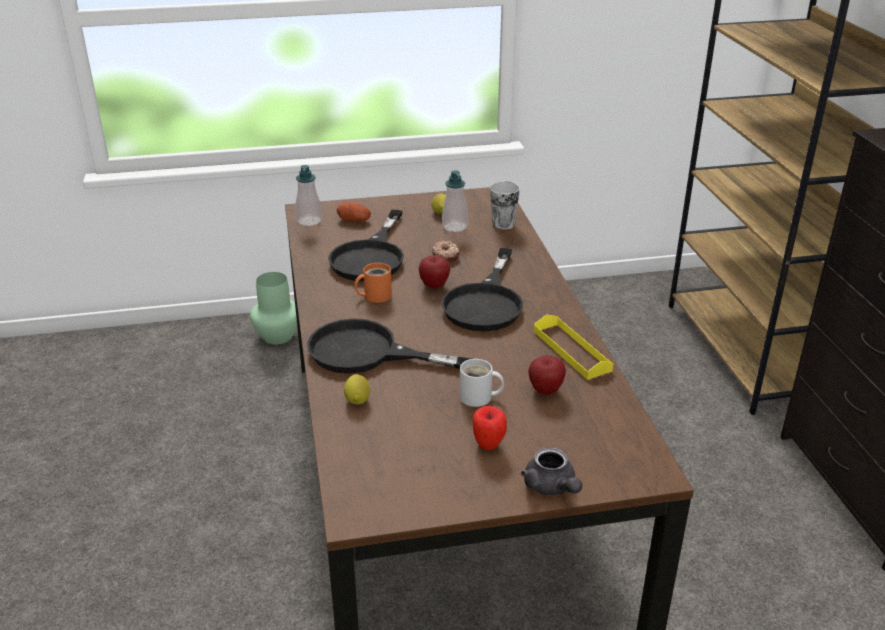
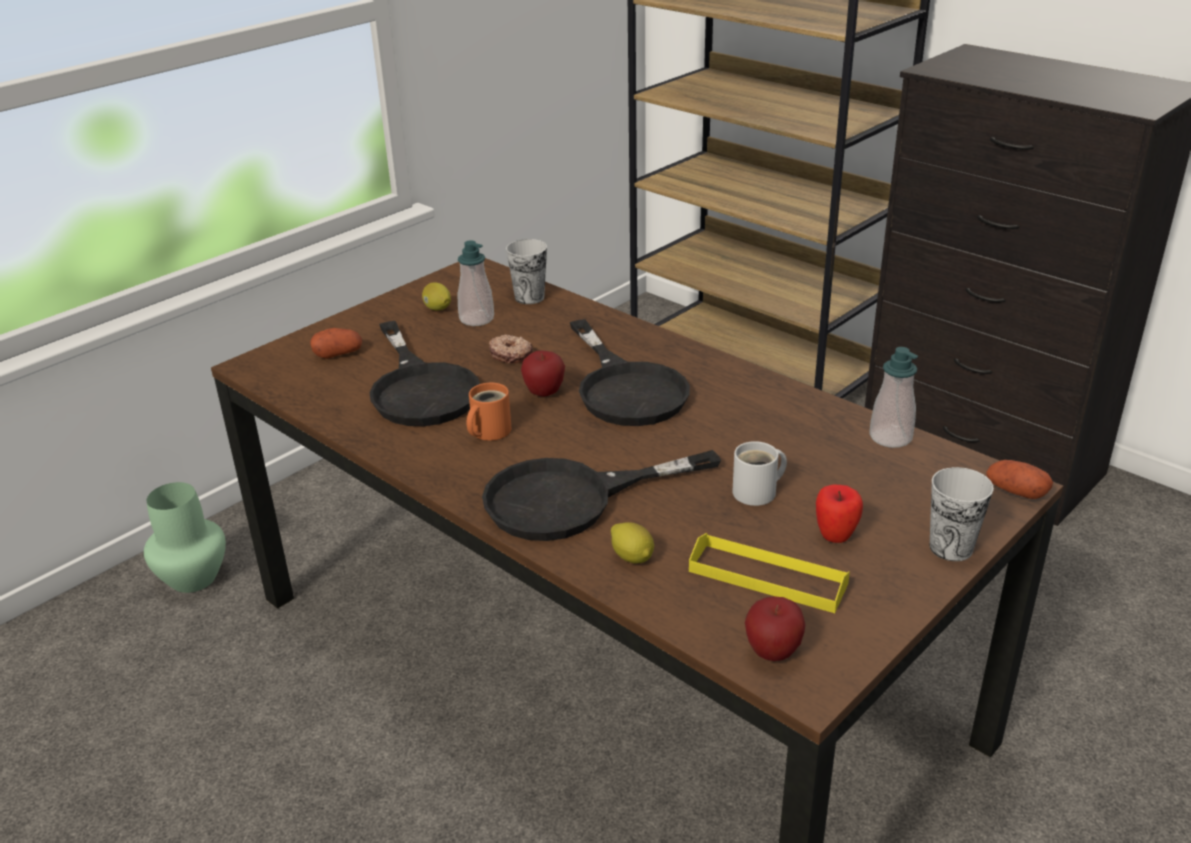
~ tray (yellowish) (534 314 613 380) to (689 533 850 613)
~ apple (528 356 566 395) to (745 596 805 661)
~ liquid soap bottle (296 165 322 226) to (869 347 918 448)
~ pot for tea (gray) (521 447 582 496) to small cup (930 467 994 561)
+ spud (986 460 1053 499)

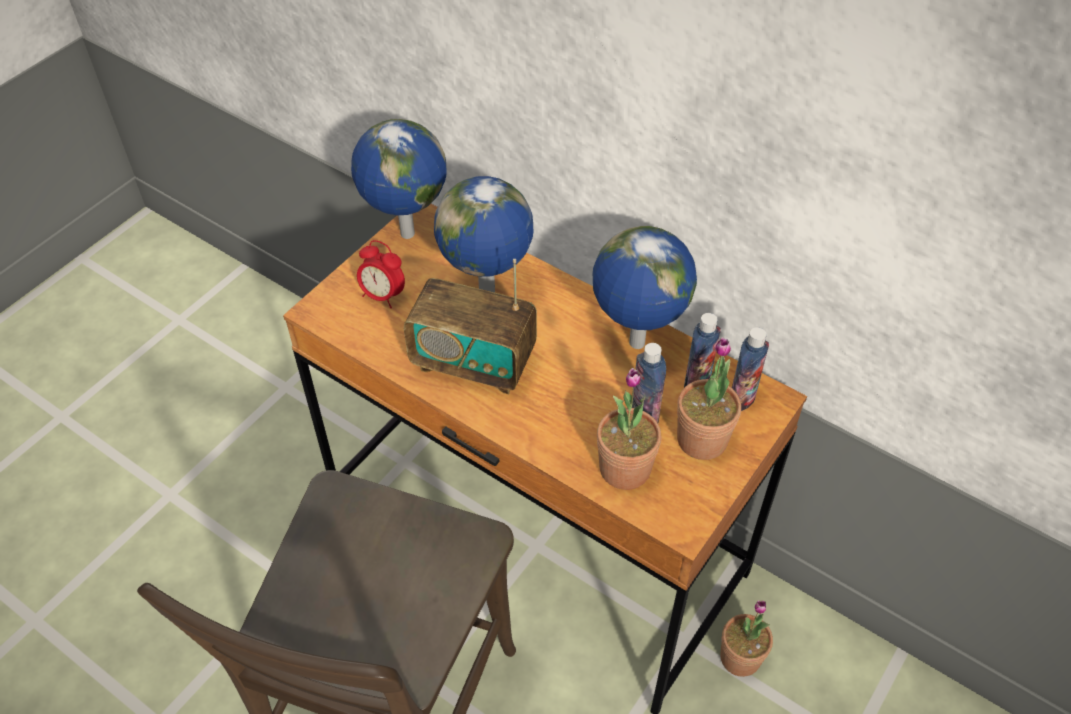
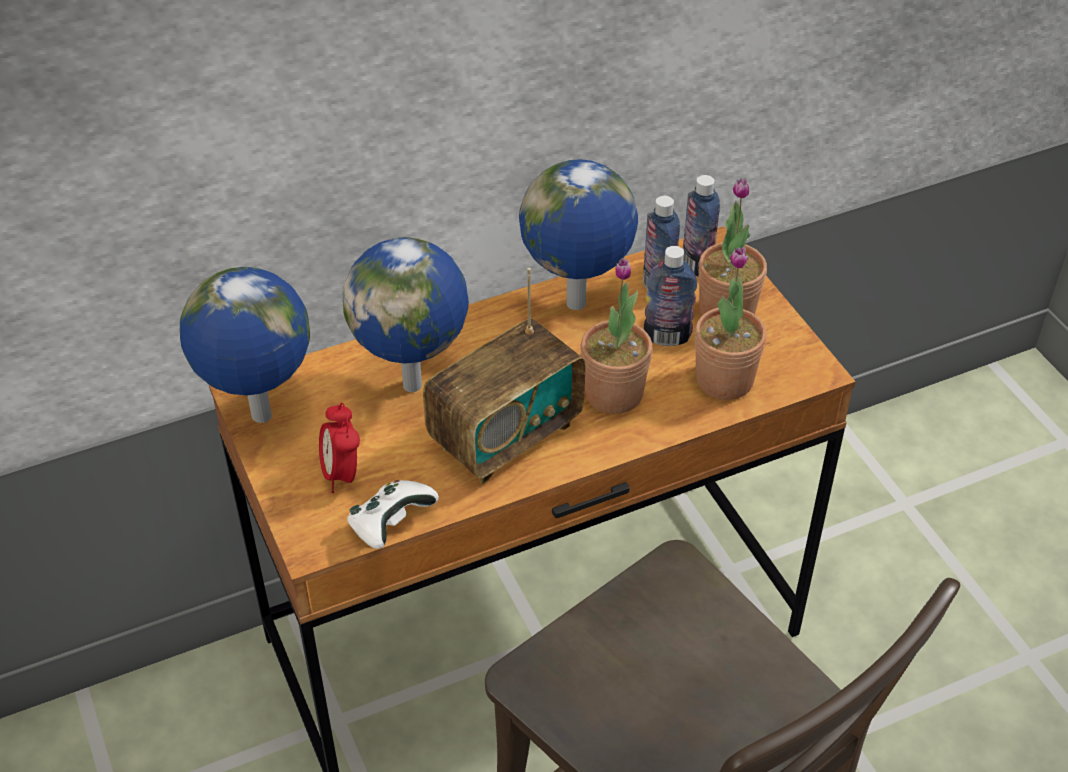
~ alarm clock (357 240 405 308) = (319 403 360 493) 105 degrees clockwise
+ gamepad (whitish) (347 480 439 549)
~ plant in a pot (720 600 773 677) to (580 258 653 414)

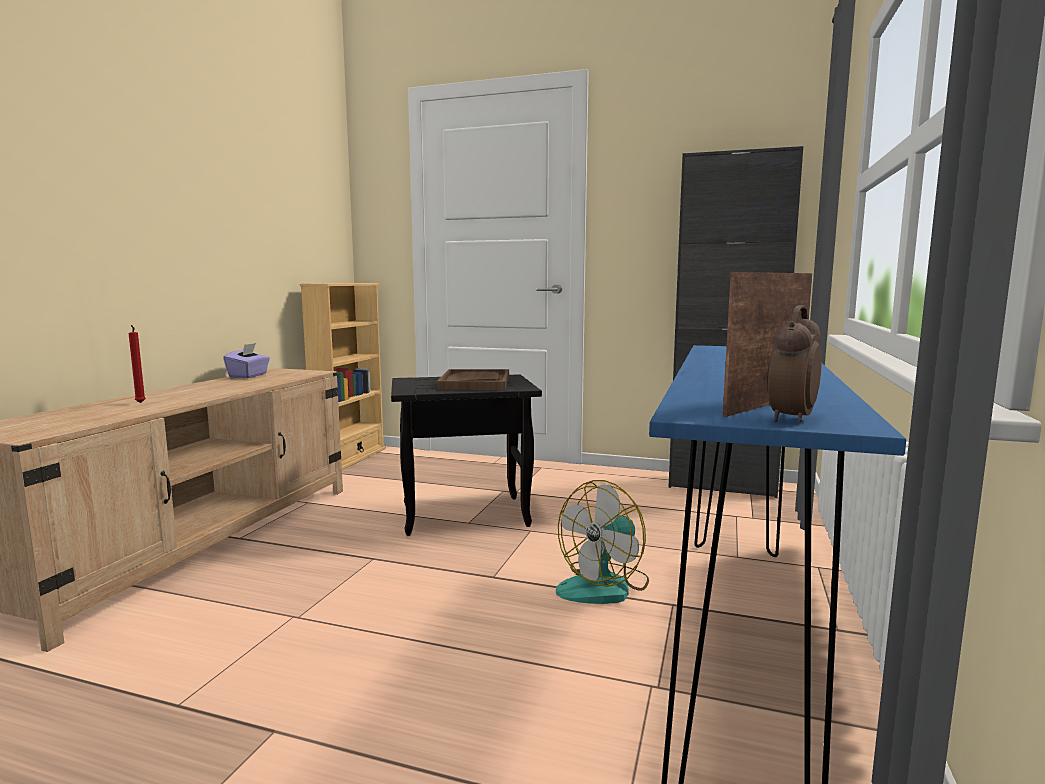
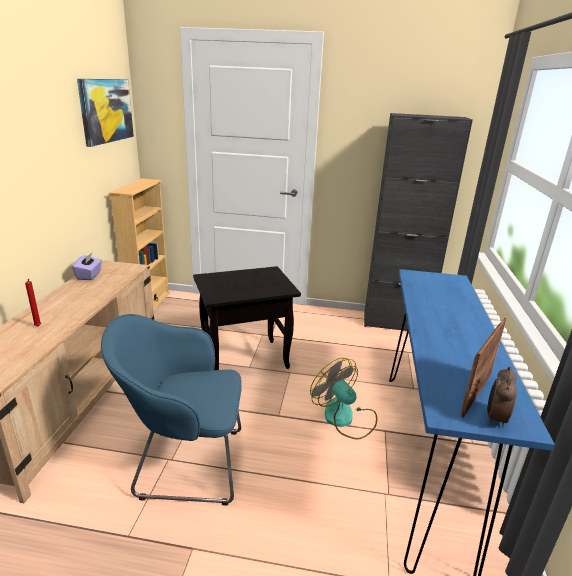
+ wall picture (77 79 134 147)
+ armchair (bluish) (101 314 242 506)
~ fan (556 480 649 604) = (310 358 377 439) 105 degrees clockwise
- tray (brown-coloured) (437 369 509 390)

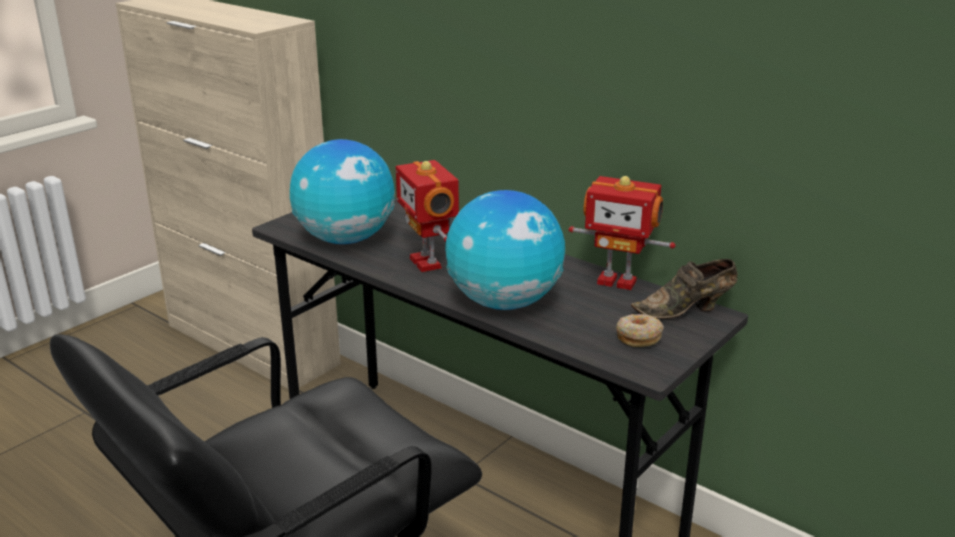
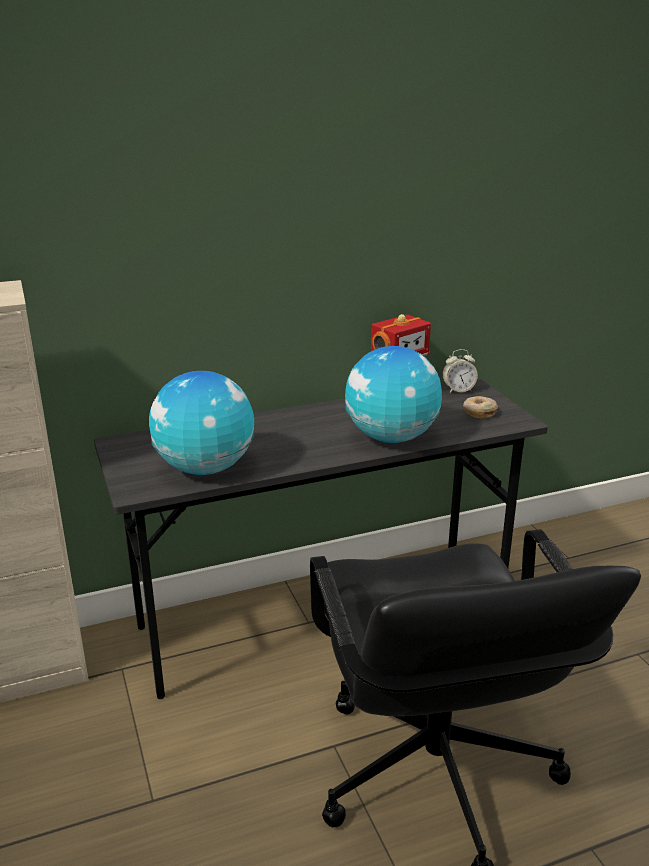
~ shoe (brown-coloured) (631 259 737 319) to alarm clock (442 349 478 393)
- toy robot (396 160 459 272)

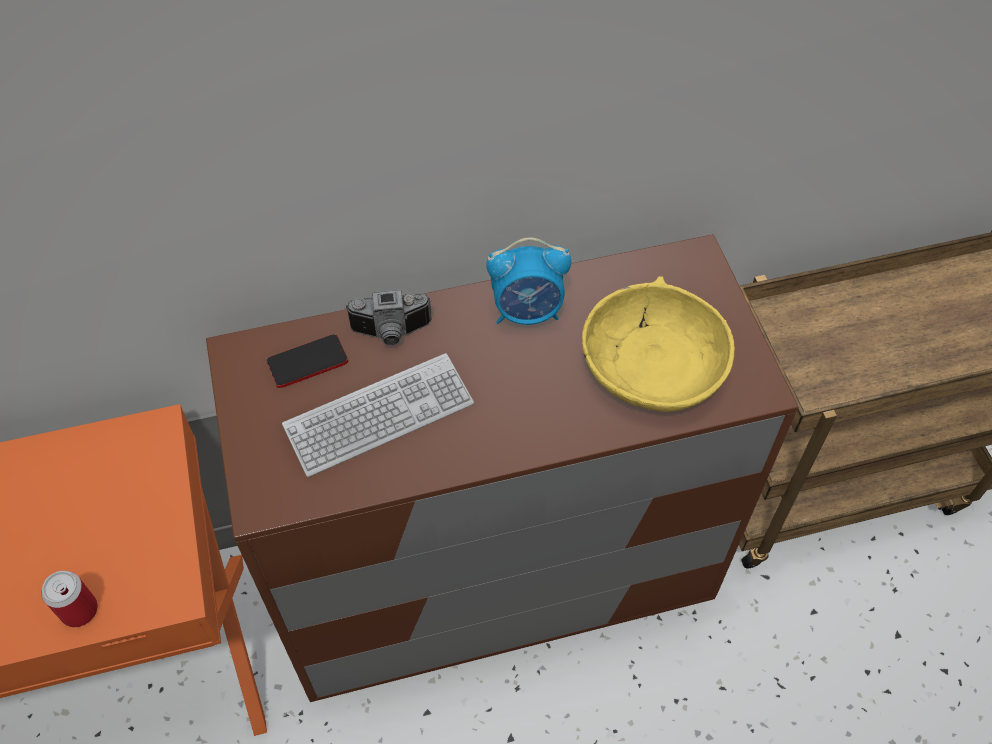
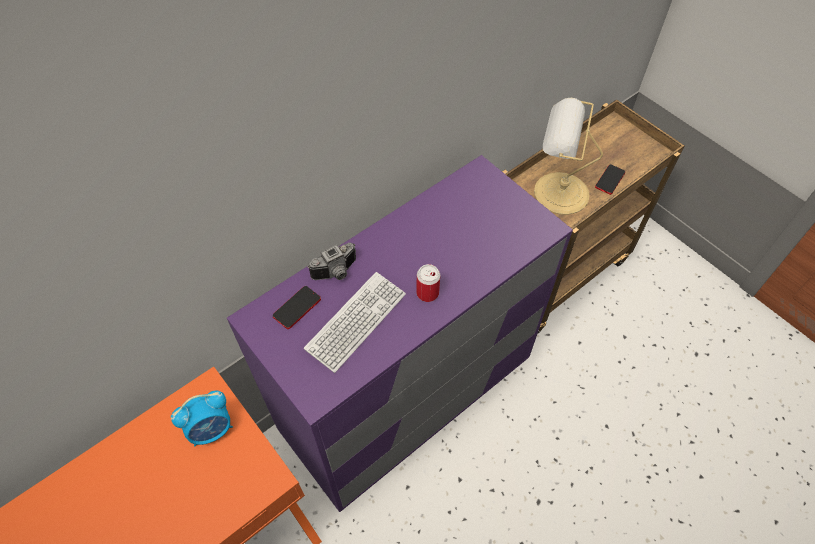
~ alarm clock (486 237 571 325) to (171 390 233 446)
~ chest of drawers (brown-coloured) (206 234 798 702) to chest of drawers (purplish) (227 155 573 512)
~ can (42 571 98 627) to (416 264 440 302)
+ lamp for a table (534 98 603 215)
+ telephone (595 164 625 195)
- serving bowl (yellowish) (582 276 735 412)

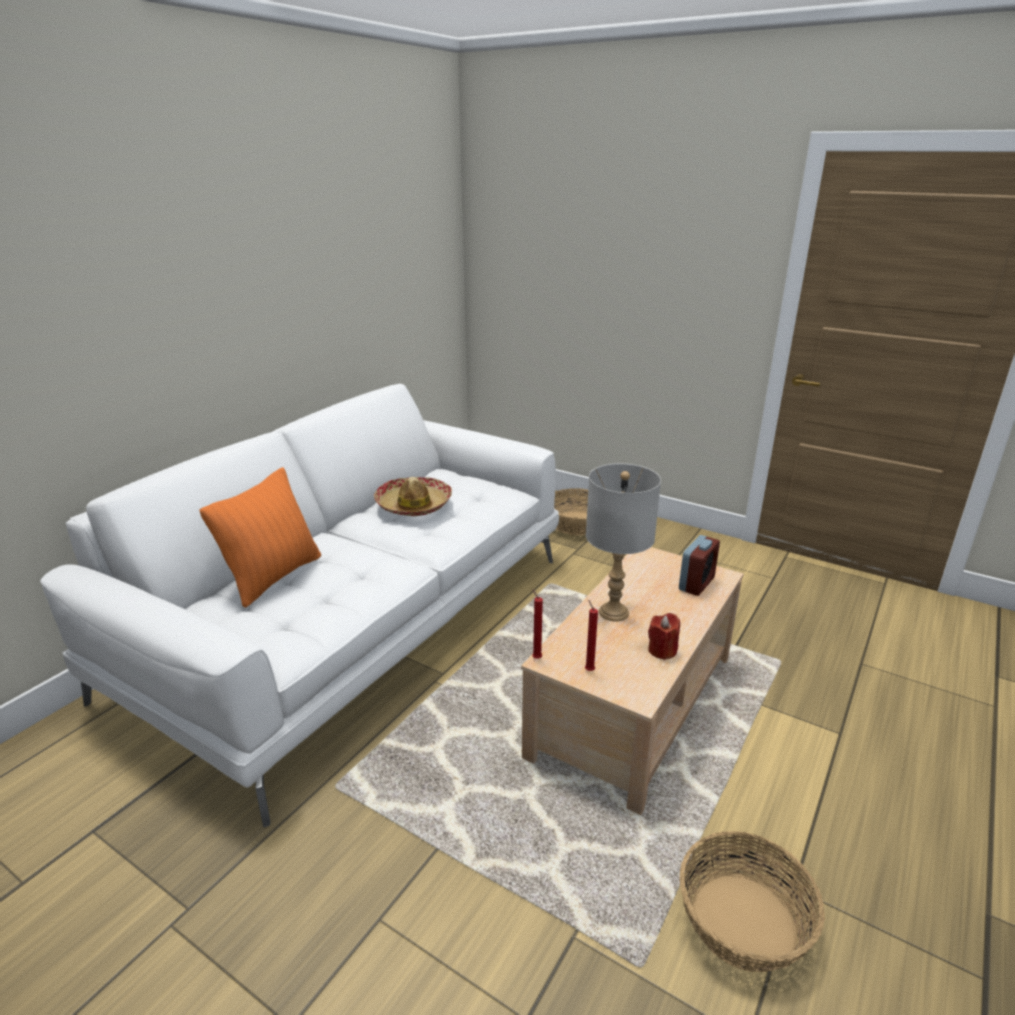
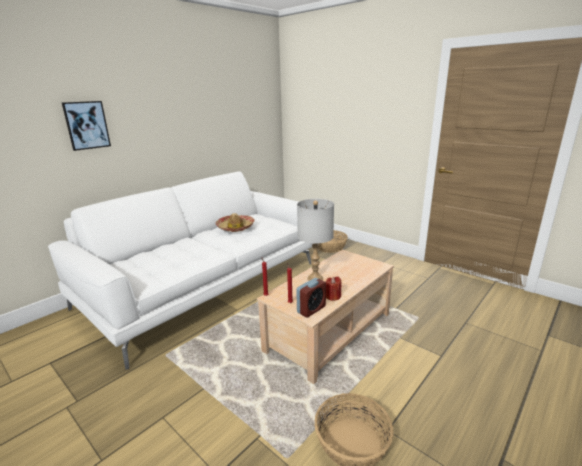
+ wall picture (62 101 111 151)
~ alarm clock (679 535 720 596) to (296 278 326 317)
- throw pillow (orangey) (199 467 321 608)

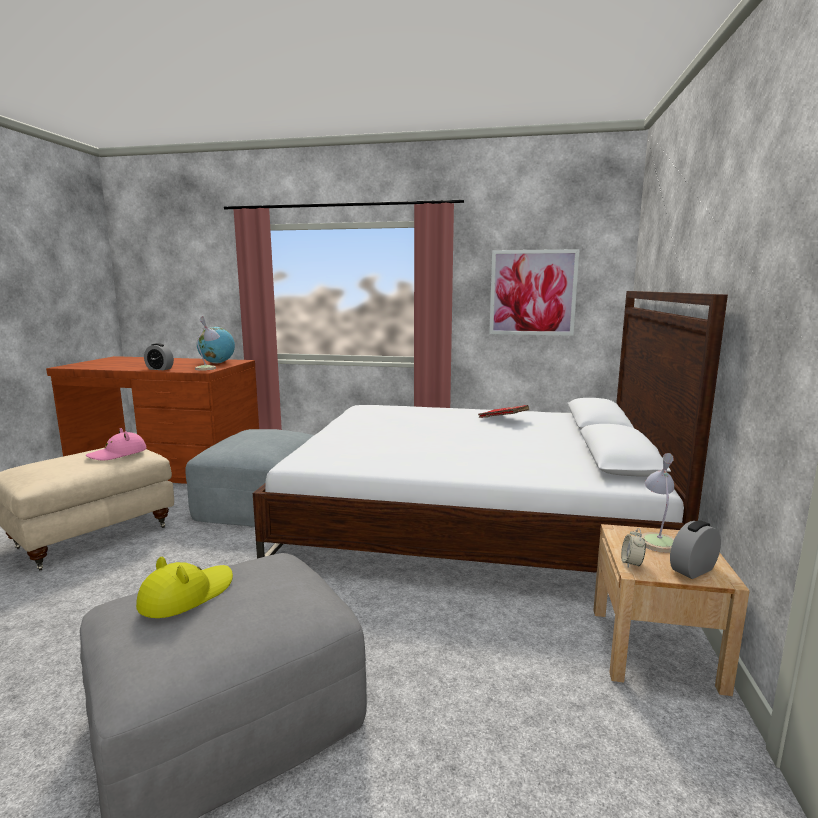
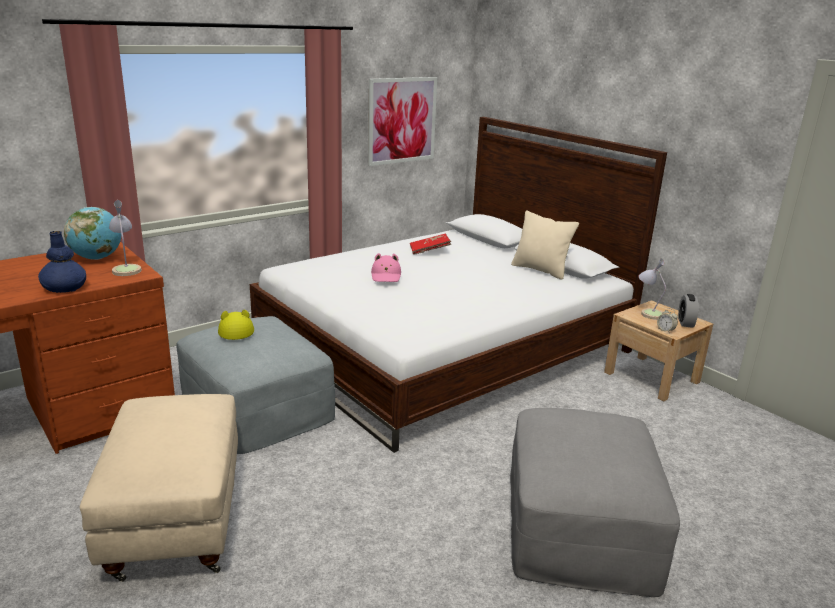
~ alarm clock (144 343 174 370) to vase (bluish) (38 231 86 293)
~ hat (yellowish) (136 557 233 618) to (218 310 254 340)
~ hat (pinkish) (86 428 146 461) to (371 253 401 282)
+ throw pillow (beige) (511 211 579 280)

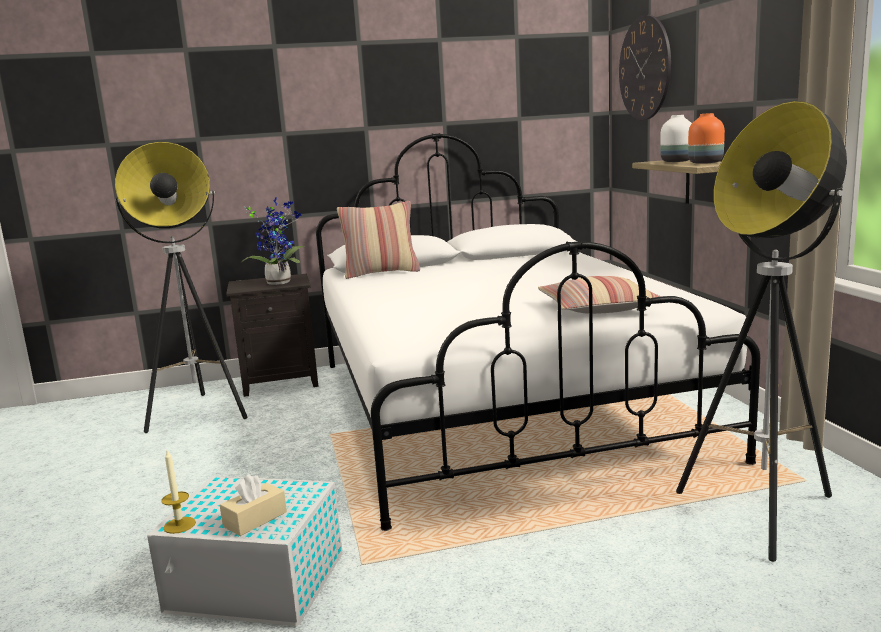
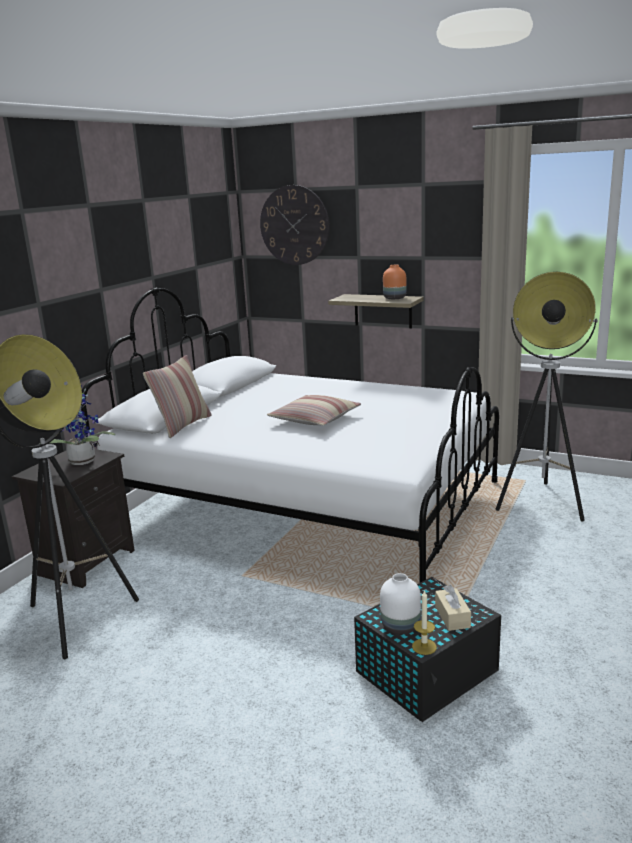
~ throw pillow (538 276 661 314) to (267 395 361 426)
~ storage container (whitish) (147 476 343 626) to storage container (blackish) (354 577 501 722)
~ vase (whitish) (660 115 692 162) to (380 573 421 634)

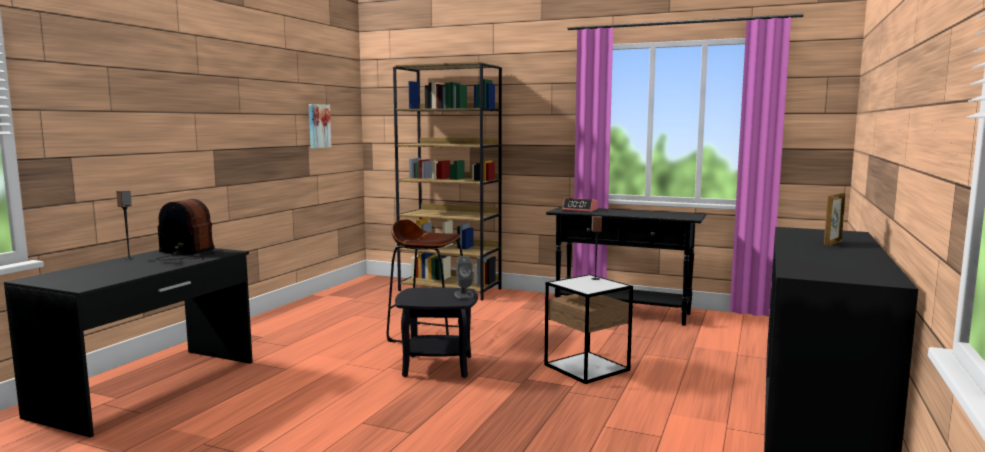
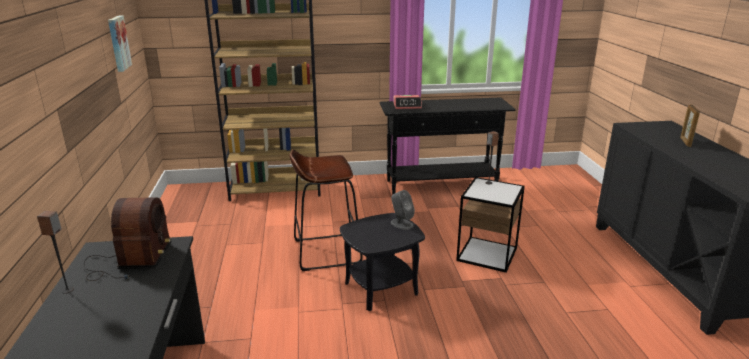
~ radio (156 199 216 260) = (84 197 172 281) 105 degrees clockwise

